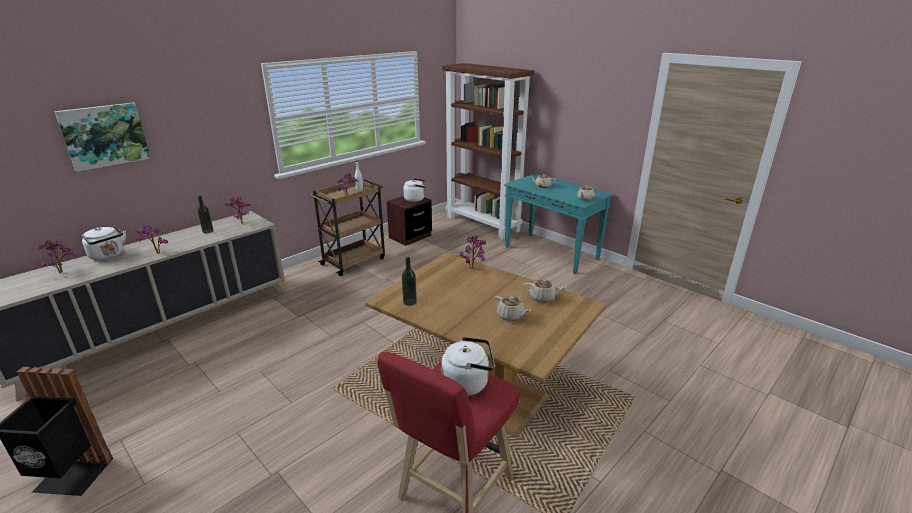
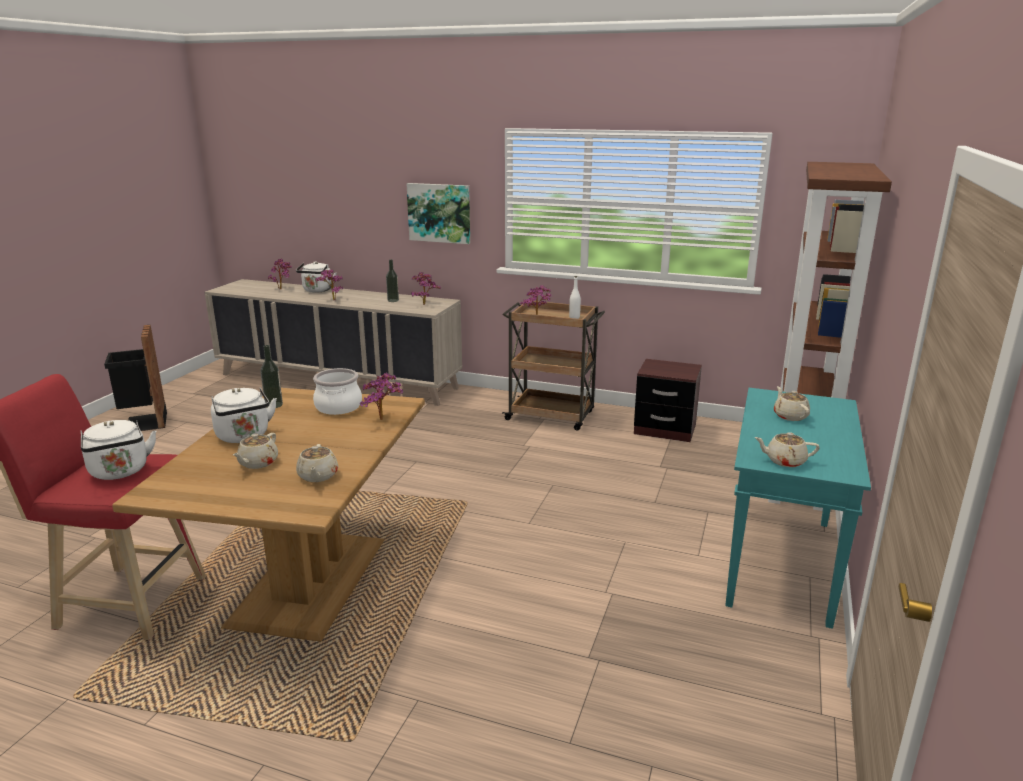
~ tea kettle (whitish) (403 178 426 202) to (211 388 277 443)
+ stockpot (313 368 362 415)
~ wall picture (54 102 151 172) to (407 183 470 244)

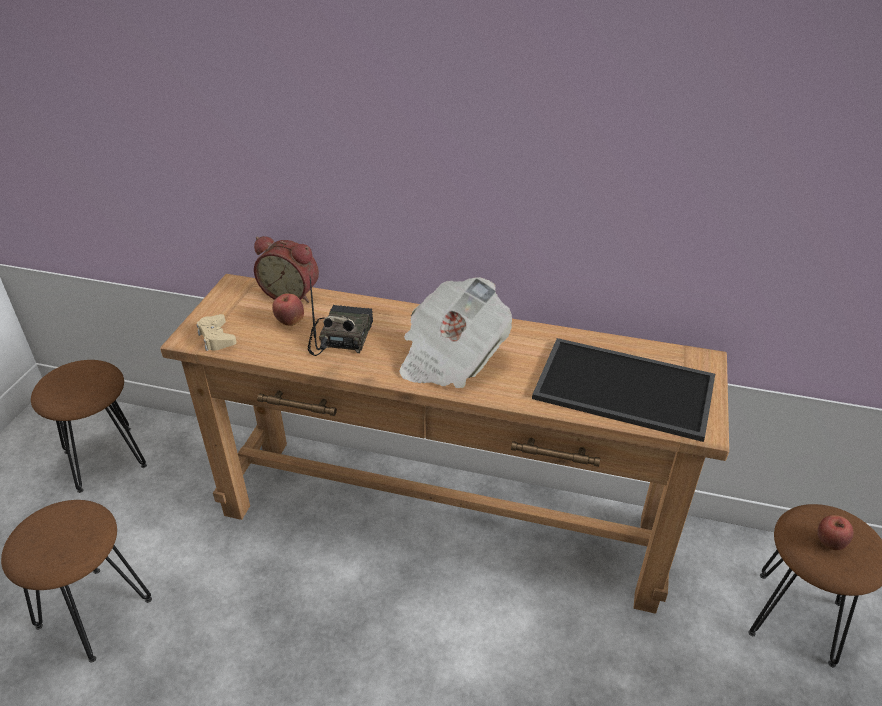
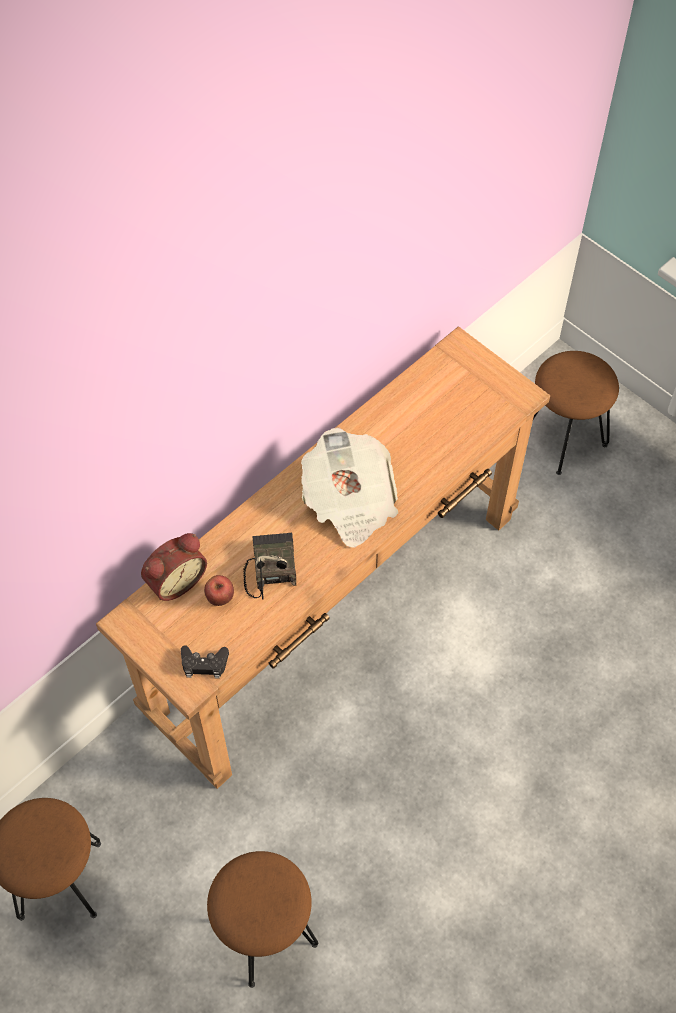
~ gamepad (beige) (196 314 237 351) to gamepad (blackish) (181 646 229 679)
~ radio (308 277 373 356) = (243 533 296 599) 45 degrees clockwise
- tray (532 338 715 442)
- apple (817 515 854 550)

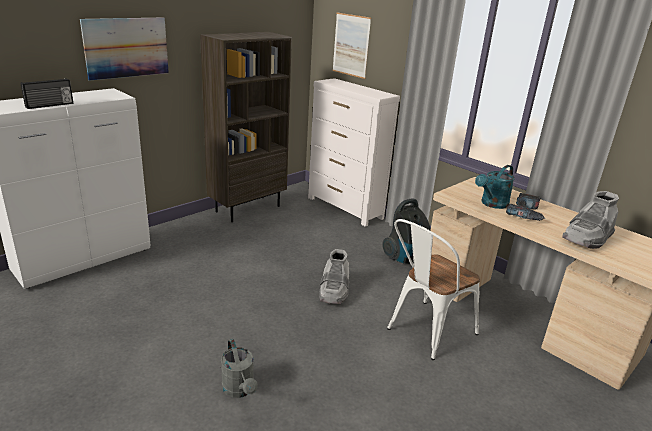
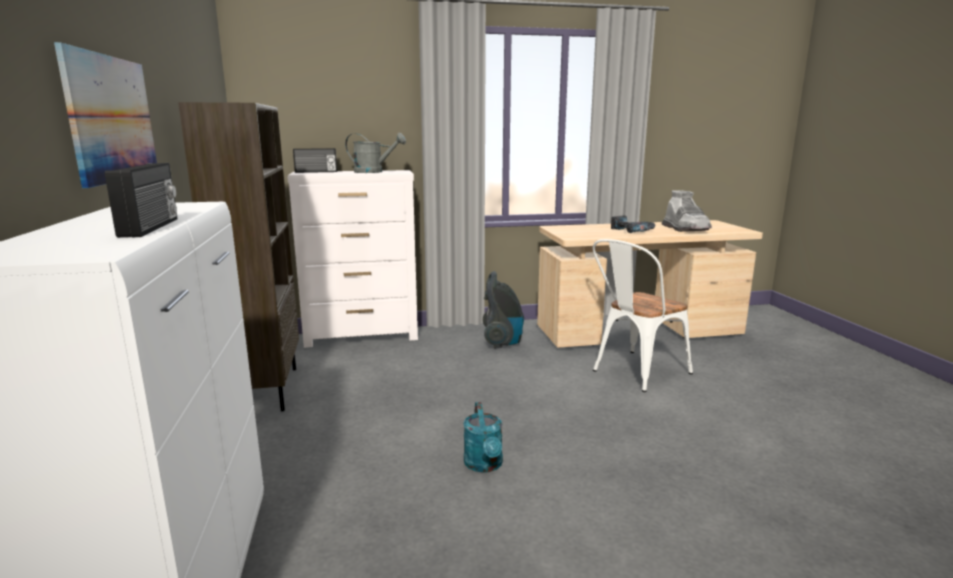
+ radio (293 148 337 173)
~ watering pot (gray) (221 339 258 398) to (345 133 406 173)
~ watering pot (turquoise) (475 165 515 209) to (463 402 503 473)
~ upright chair (whitish) (387 219 480 360) = (593 239 693 392) 60 degrees clockwise
- high-top boot (gray) (319 249 349 304)
- wall picture (333 12 371 79)

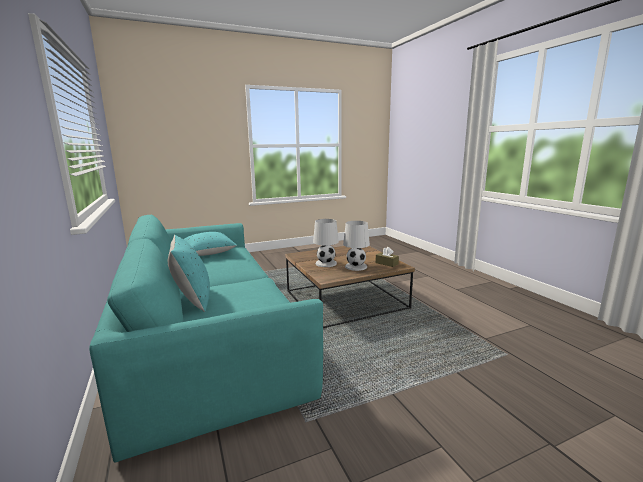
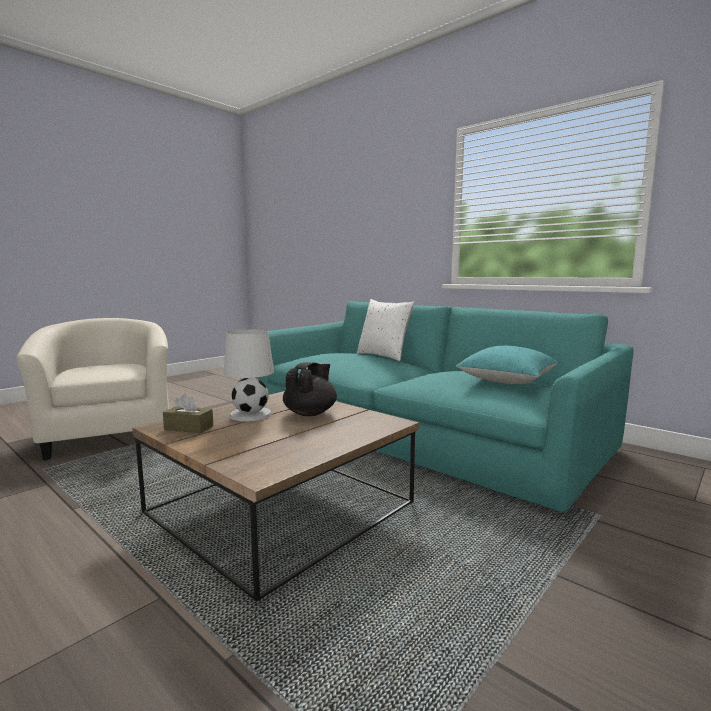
+ armchair (beige) (16 318 169 460)
~ lamp for a table (whitish) (313 219 339 267) to pot for tea (blackish) (283 362 337 416)
~ throw pillow (turquoise) (168 235 210 312) to throw pillow (whitish) (357 299 415 361)

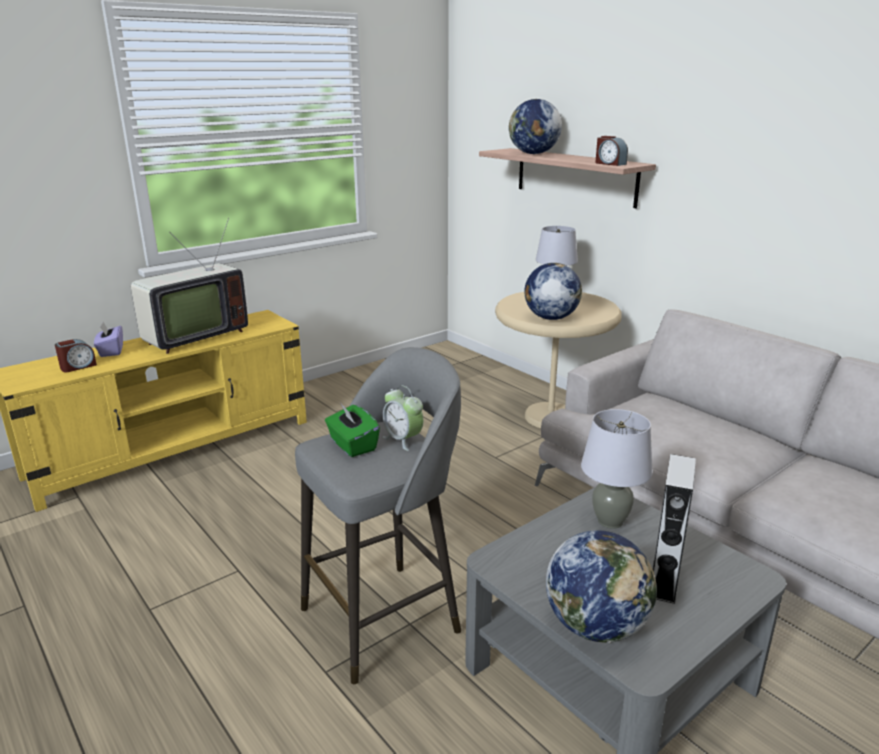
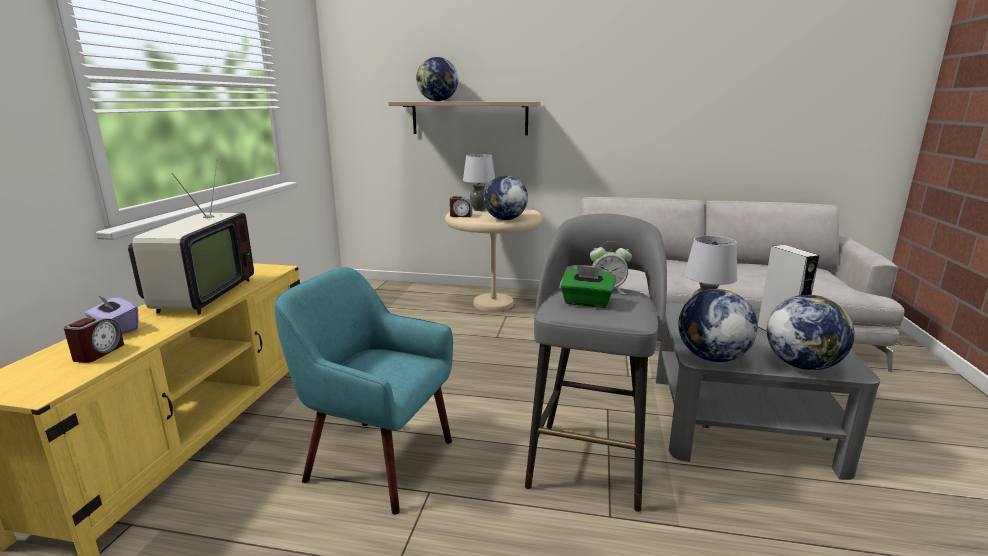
+ armchair (turquoise) (275 267 453 515)
~ alarm clock (595 136 628 166) to (450 196 472 217)
+ globe (678 289 758 362)

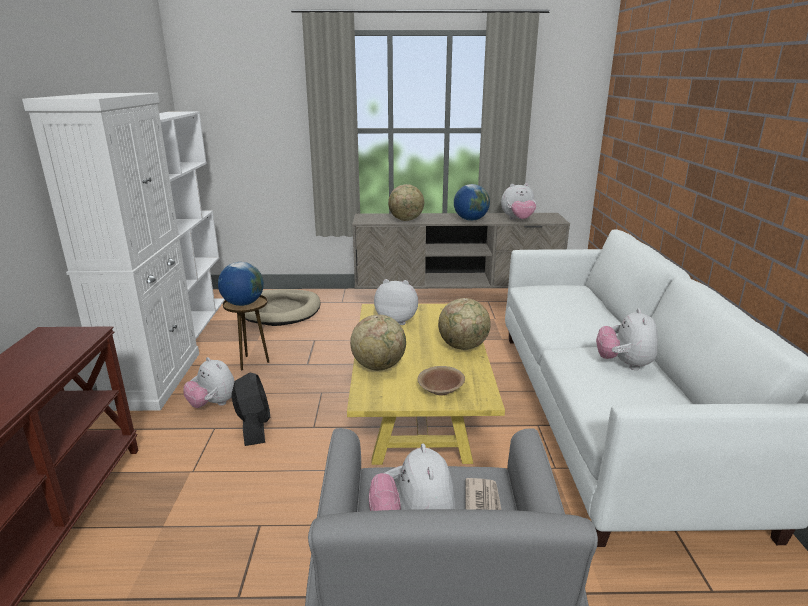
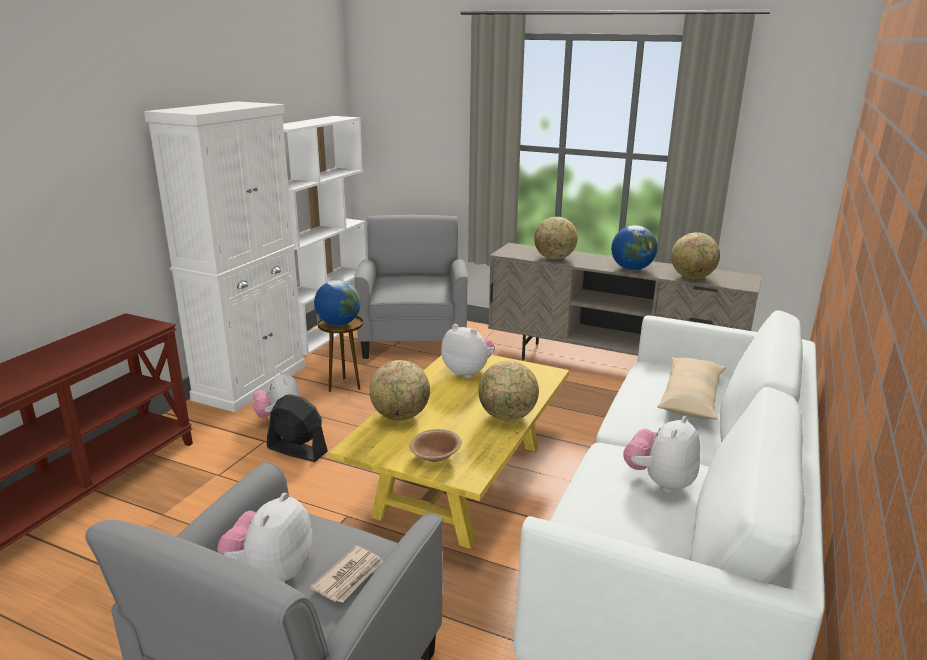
~ fan (blackish) (232 372 270 446) = (267 394 328 462) 75 degrees counterclockwise
~ dog cushion (beige) (245 289 321 326) to armchair (gray) (354 215 468 359)
+ throw pillow (beige) (657 357 726 419)
~ soft toy (501 183 536 220) to globe (671 232 720 279)

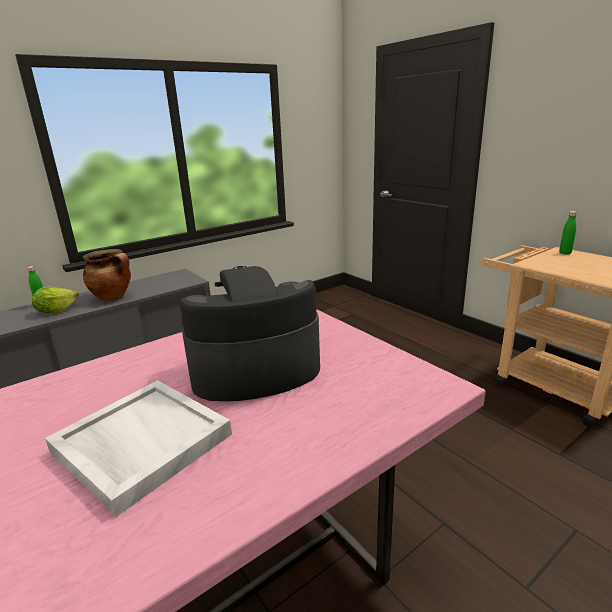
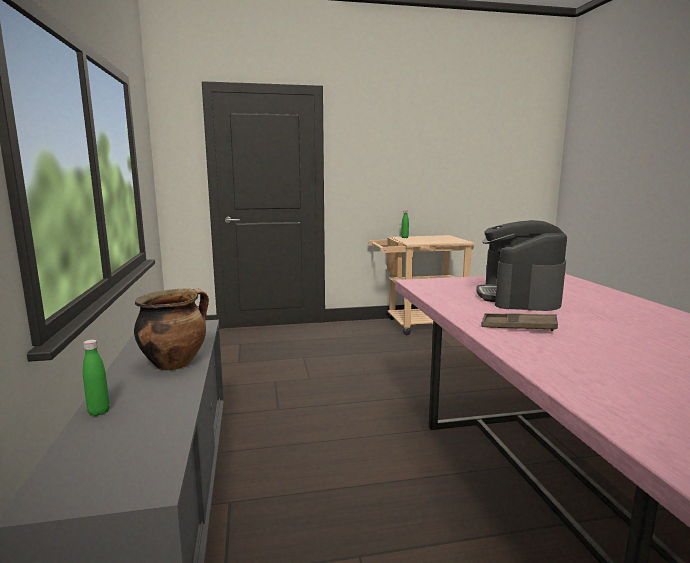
+ tray (brown-coloured) (481 313 558 331)
- lettuce head (32 287 79 313)
- tray (whitish) (45 380 232 517)

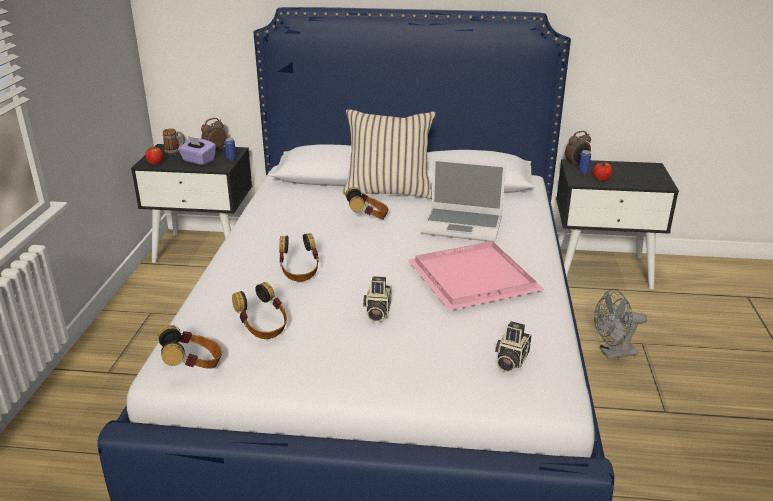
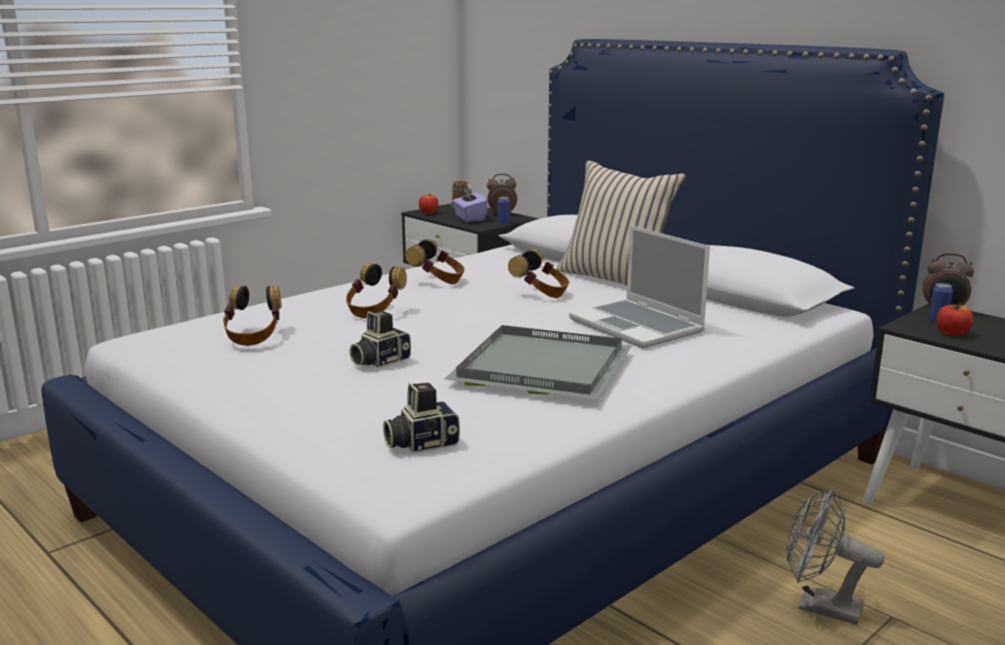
~ headset (158 325 222 369) to (405 239 465 284)
~ tray (pinkish) (408 241 544 310) to tray (gray) (445 325 632 400)

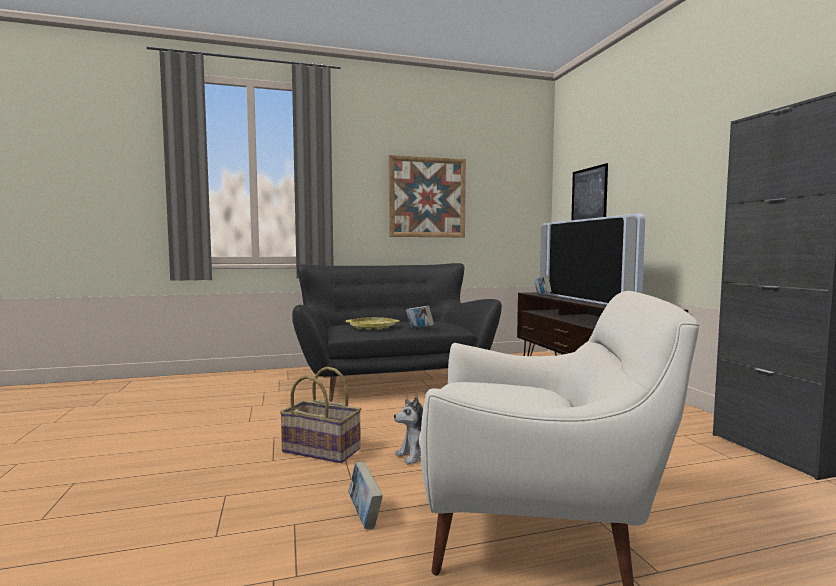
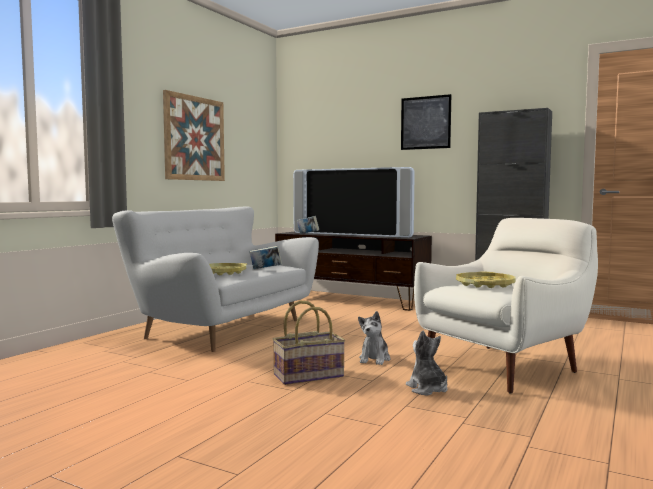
~ sofa (blackish) (292 263 502 402) to sofa (whitish) (112 206 319 352)
~ wall picture (571 163 608 221) to (401 94 451 150)
~ volume (348 462 383 529) to soft toy (406 330 448 395)
+ tray (yellowish) (456 272 516 288)

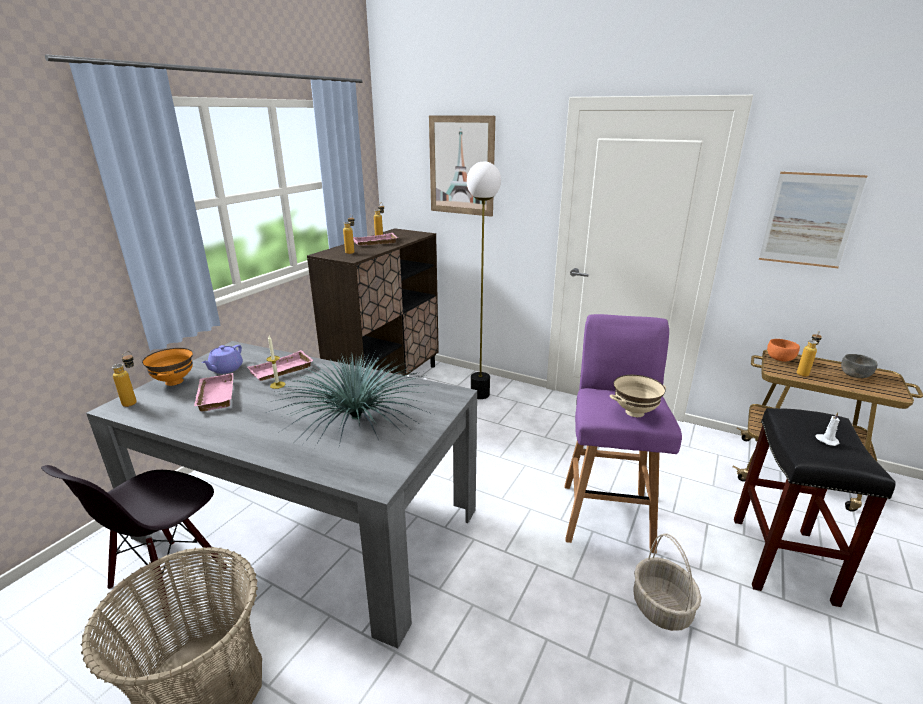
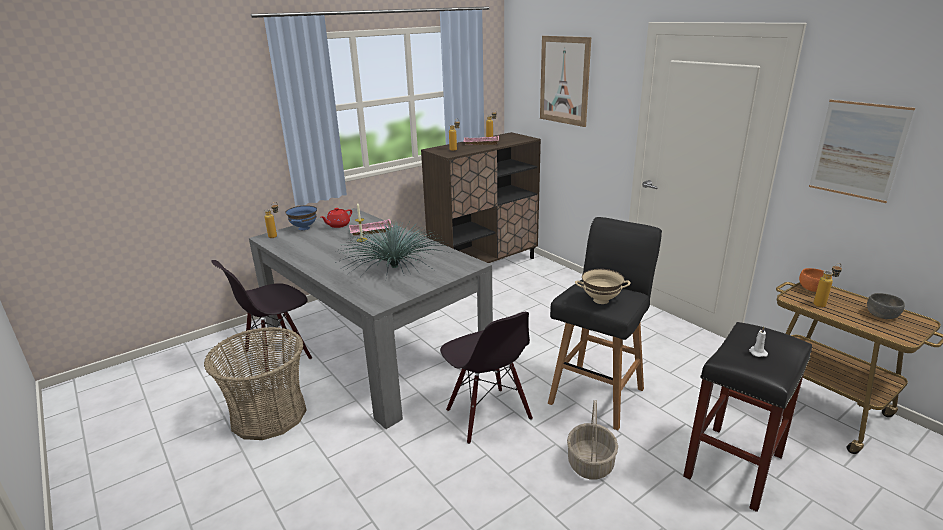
~ serving bowl (orangey) (142 348 193 386) to serving bowl (bluish) (285 205 317 230)
~ pot for tea (purplish) (202 345 243 374) to pot for tea (red-coloured) (321 208 352 228)
+ upright chair (blackish) (440 312 533 444)
~ stool (purplish) (565 314 682 553) to stool (blackish) (548 217 662 430)
- tray (pinkish) (194 373 233 411)
- floor lamp (467 161 501 399)

